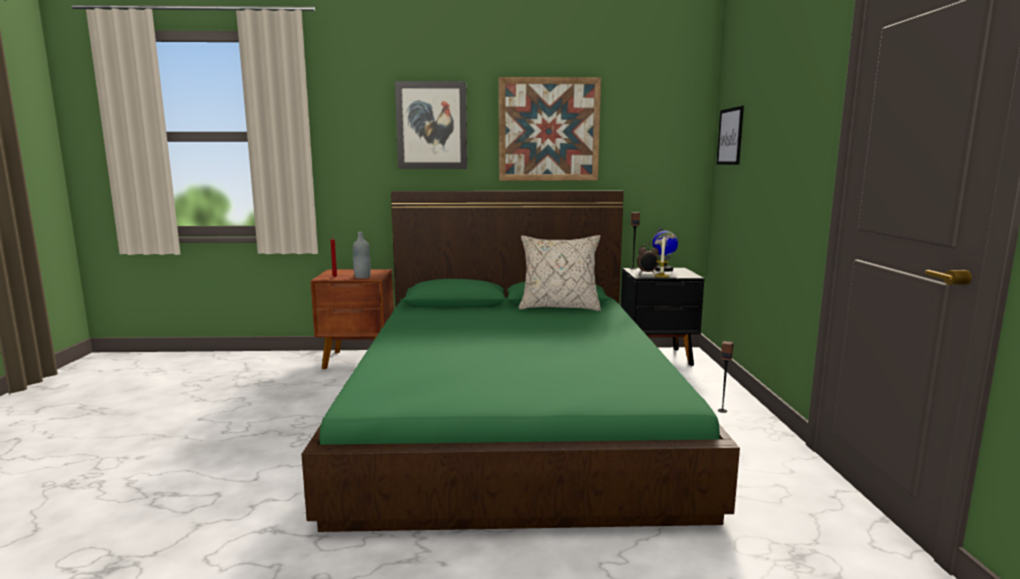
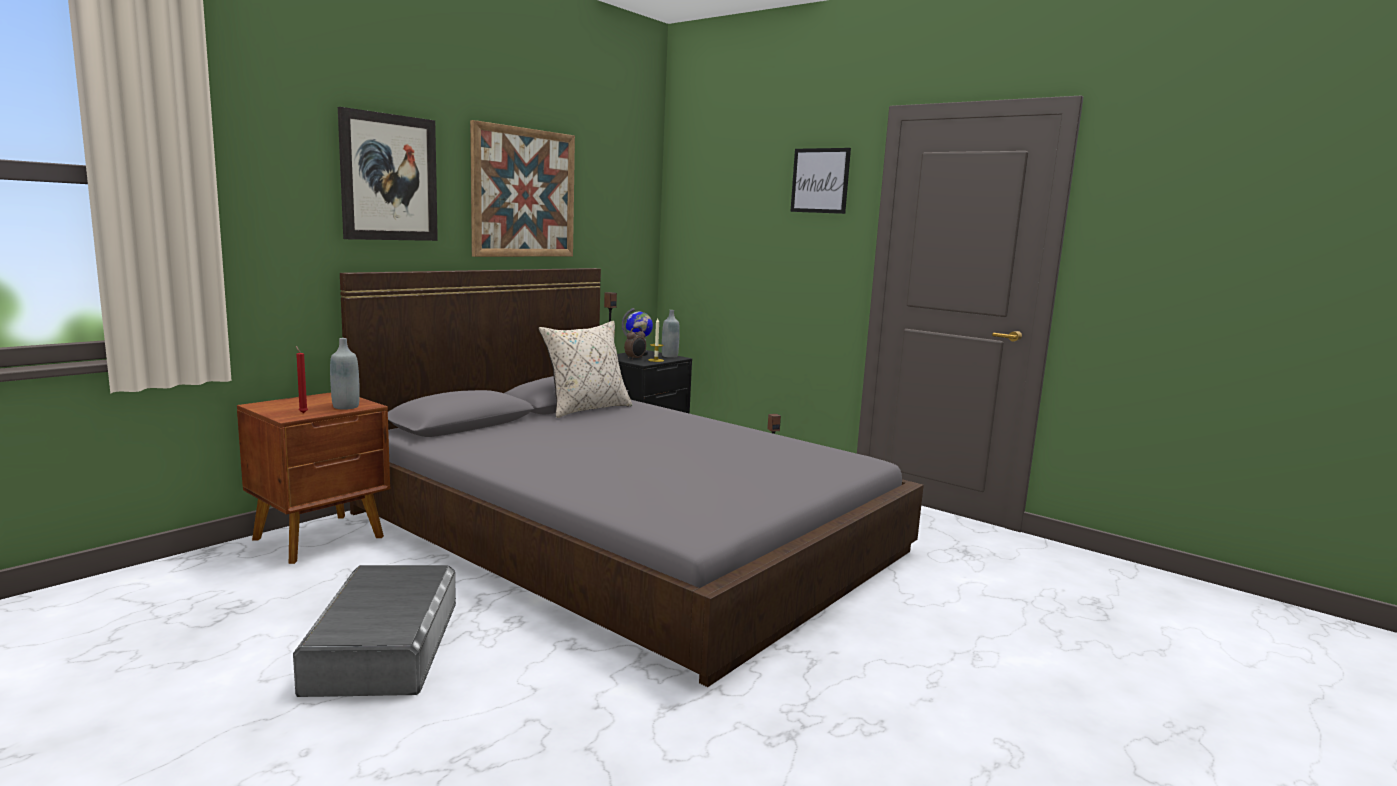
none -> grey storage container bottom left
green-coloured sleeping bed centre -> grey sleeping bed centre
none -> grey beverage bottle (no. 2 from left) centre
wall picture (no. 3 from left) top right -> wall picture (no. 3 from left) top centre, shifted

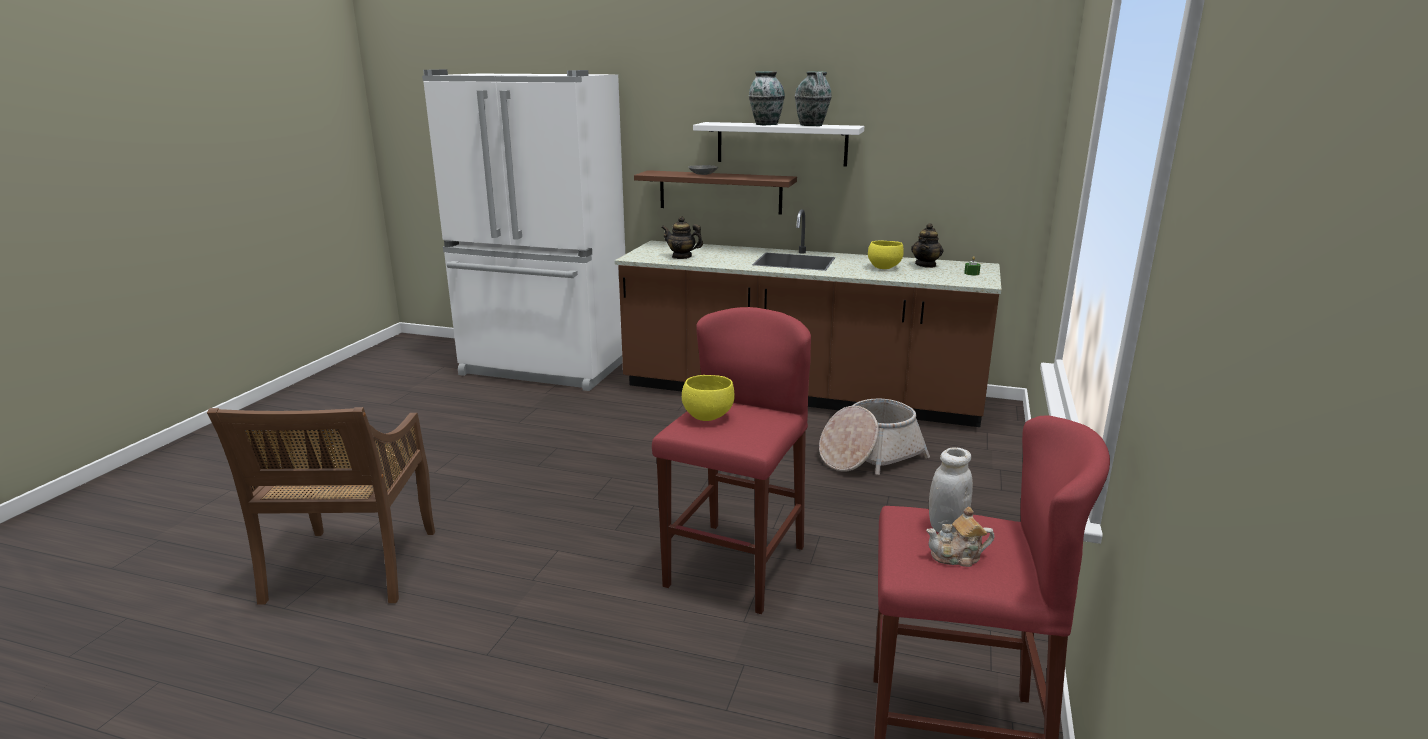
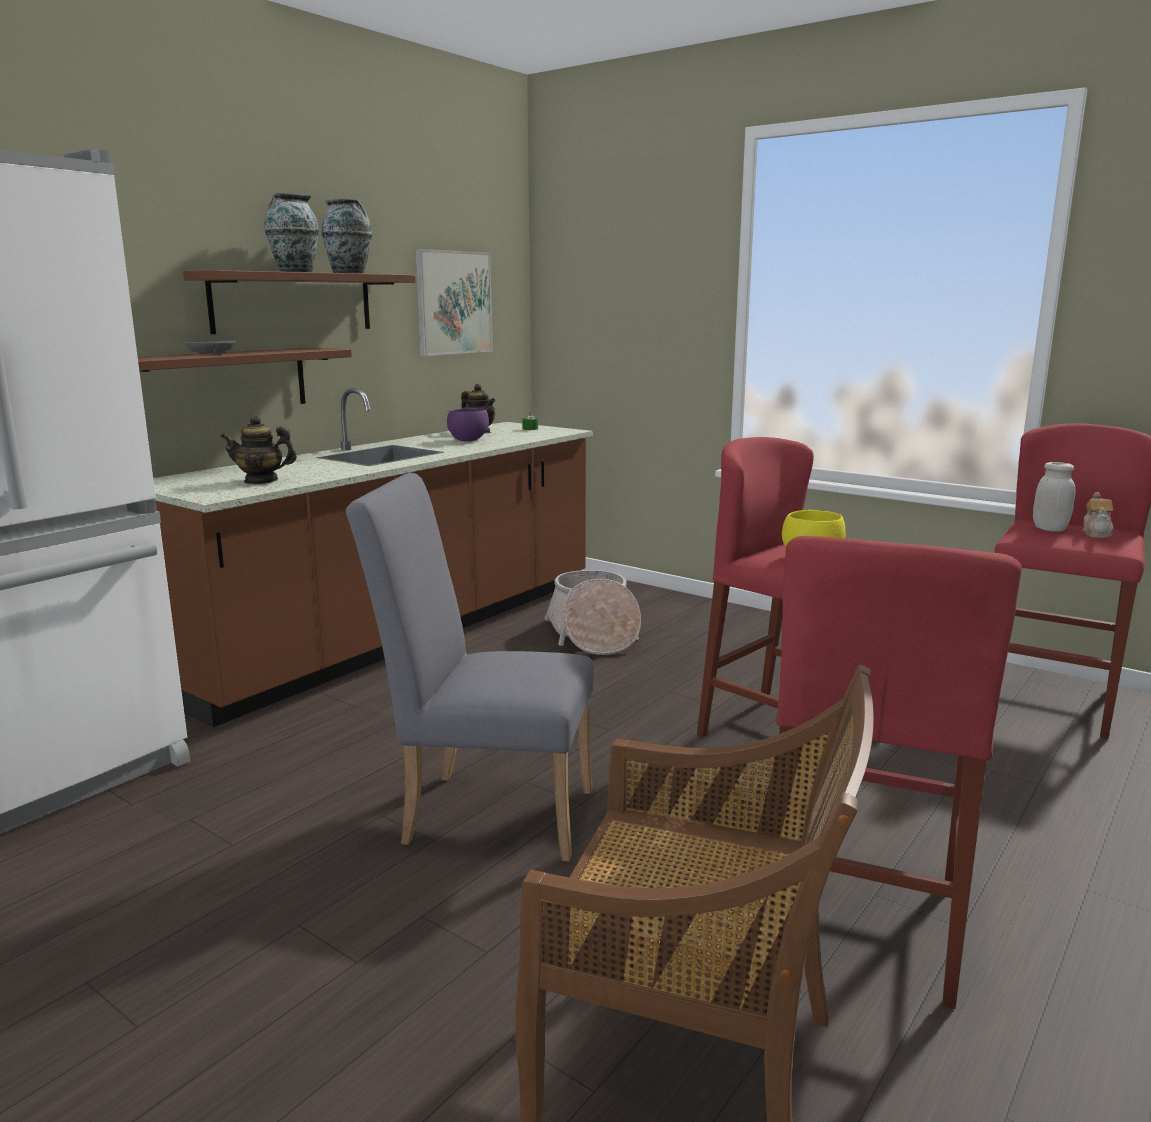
white wall shelf top centre -> brown wall shelf (no. 2 from left) top left
tea pot (no. 1 from left) top centre -> tea pot (no. 1 from left) middle left, 45 degrees clockwise
none -> grey upright chair centre
none -> wall picture top centre
yellowish serving bowl (no. 2 from left) centre -> purple serving bowl centre
none -> reddish stool (no. 2 from left) bottom right

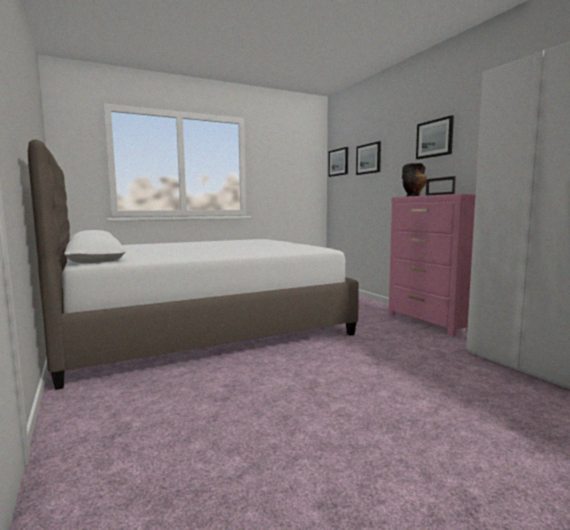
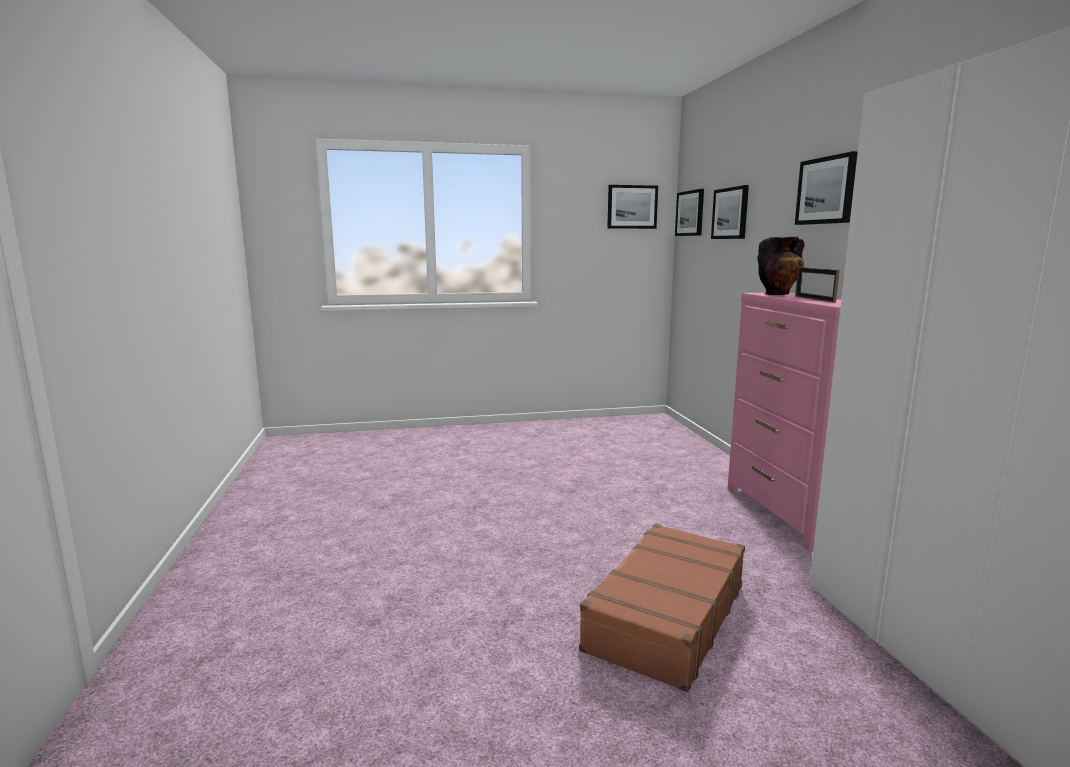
none -> brown suitcase bottom centre
none -> wall picture (no. 1 from left) top centre
white sleeping bed centre -> none

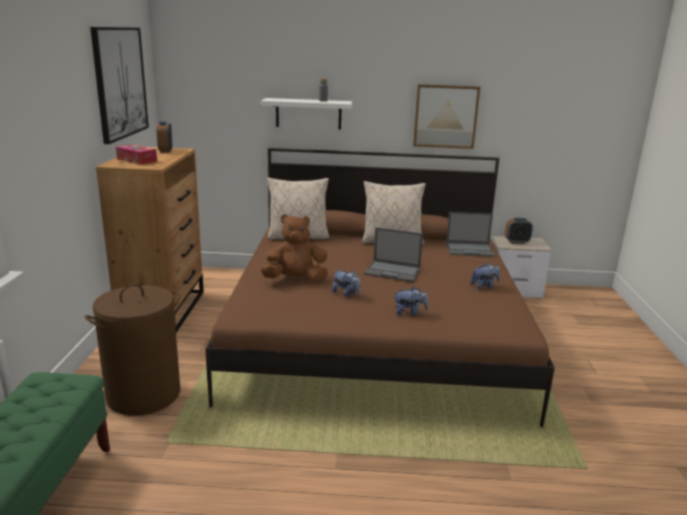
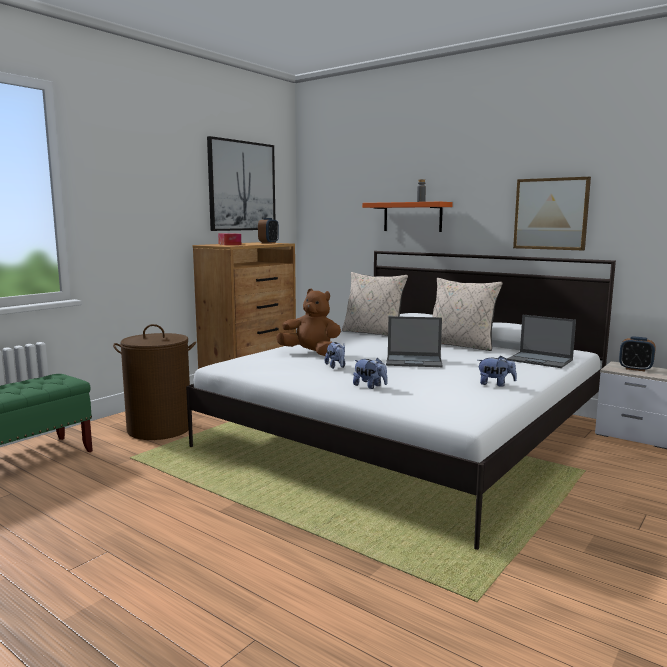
brown sleeping bed centre -> white sleeping bed centre
white wall shelf top centre -> orangey wall shelf top centre
portable computer (no. 1 from left) centre, 45 degrees counterclockwise

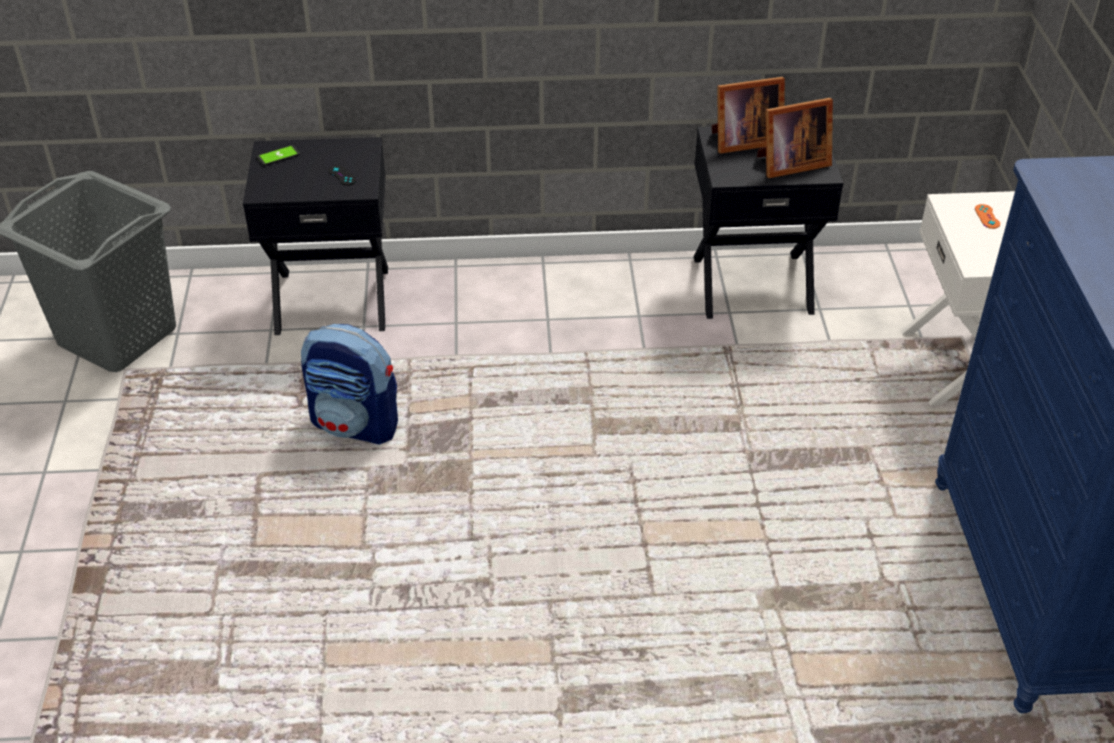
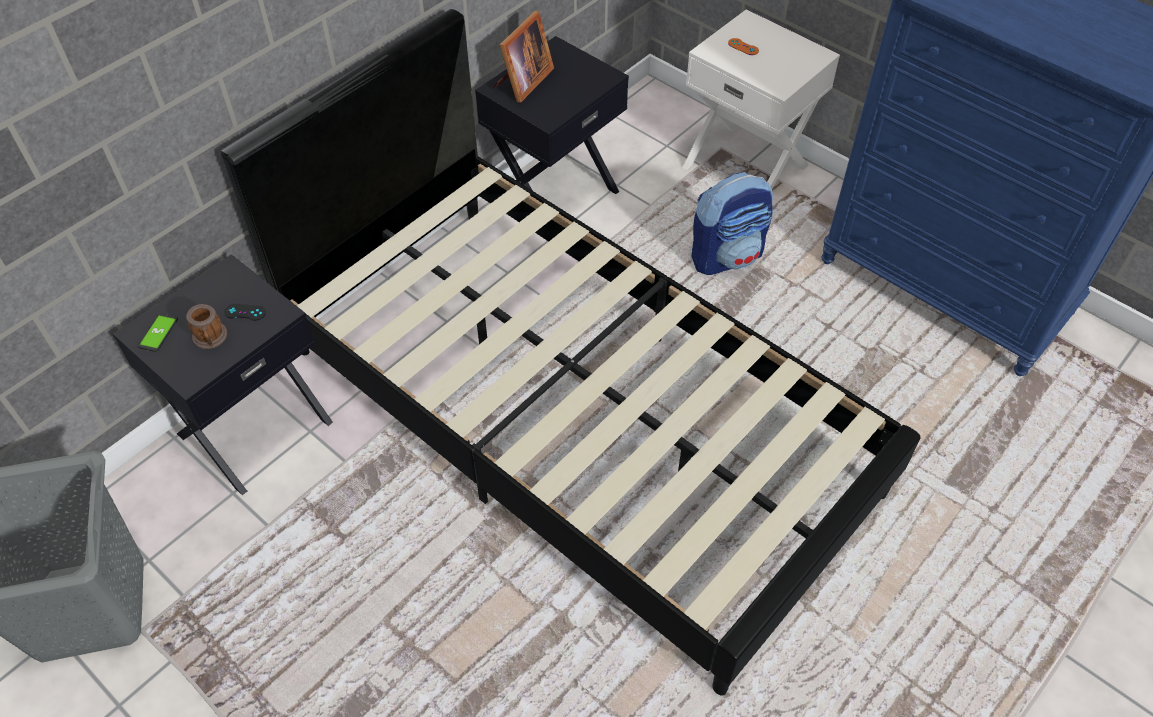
none -> coffee mug middle left
none -> black-coloured sleeping bed centre
rucksack middle left -> rucksack top centre, shifted
photo frame (no. 2 from left) top right -> none

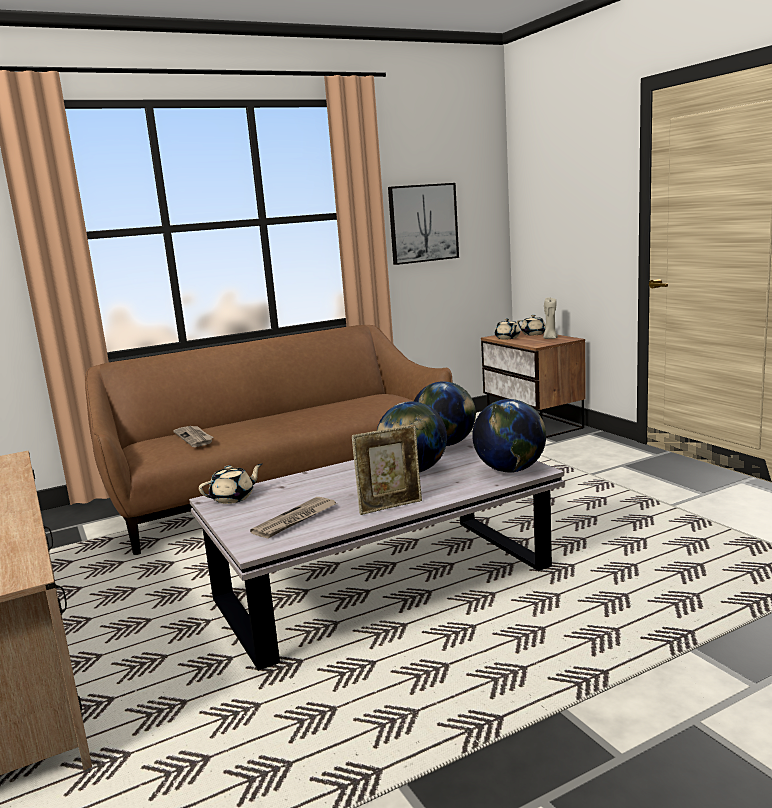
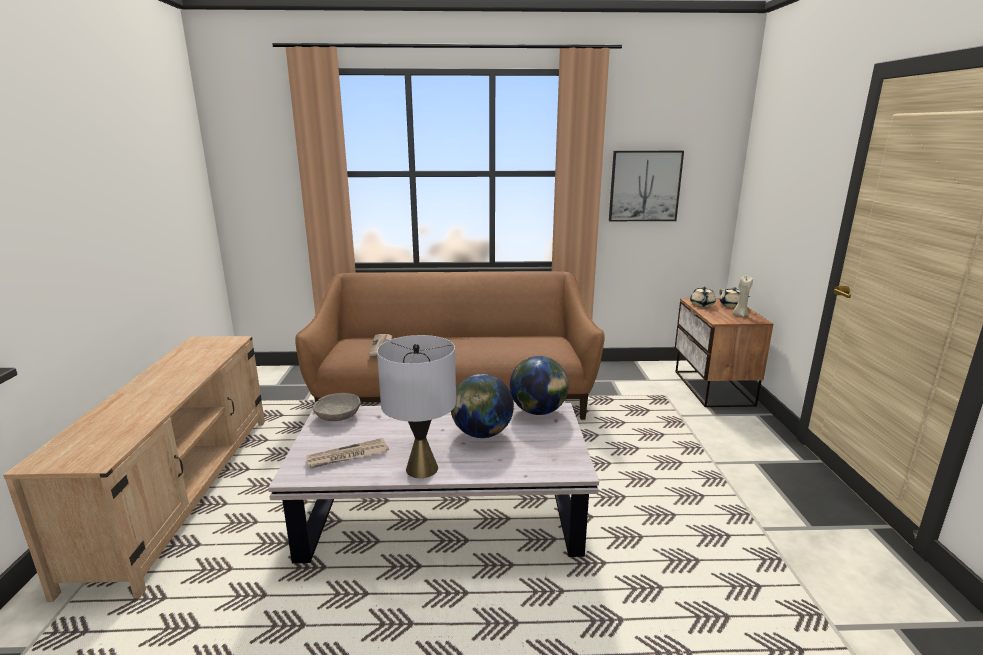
sand-coloured tea pot (no. 1 from left) middle left -> grey serving bowl centre
photo frame centre -> grey lamp for a table centre
desk globe (no. 3 from left) centre -> none

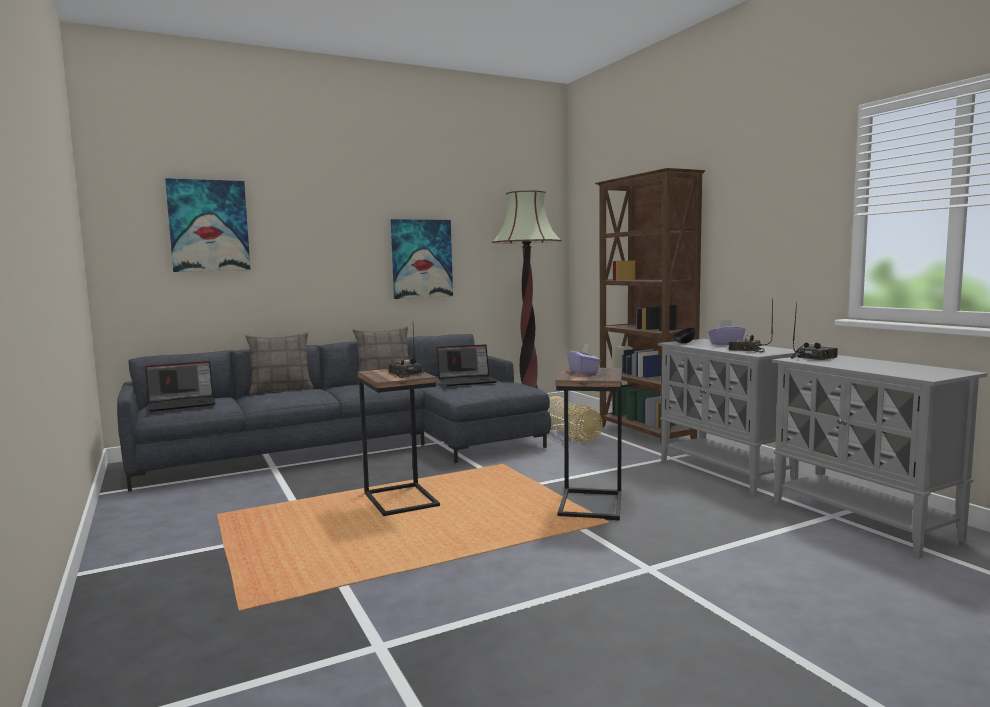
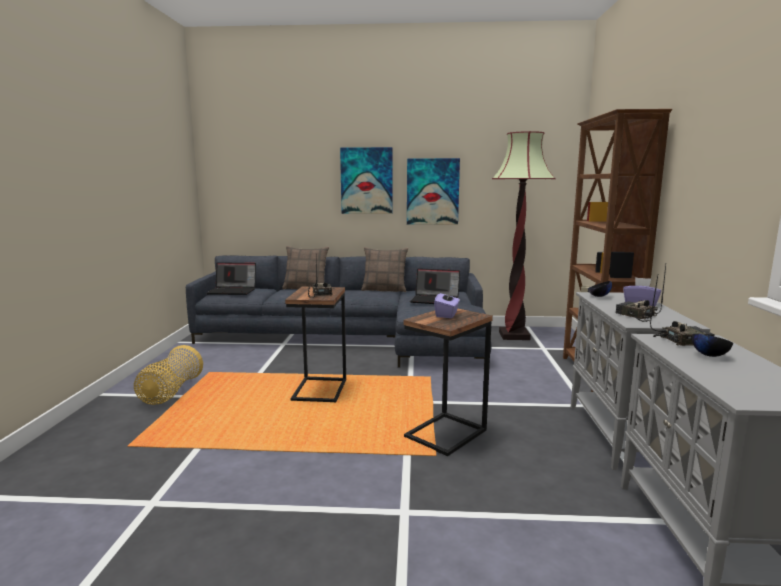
basket centre -> basket middle left, shifted
wall picture (no. 1 from left) top left -> wall picture (no. 1 from left) top centre, shifted
none -> black-coloured serving bowl (no. 2 from left) middle right

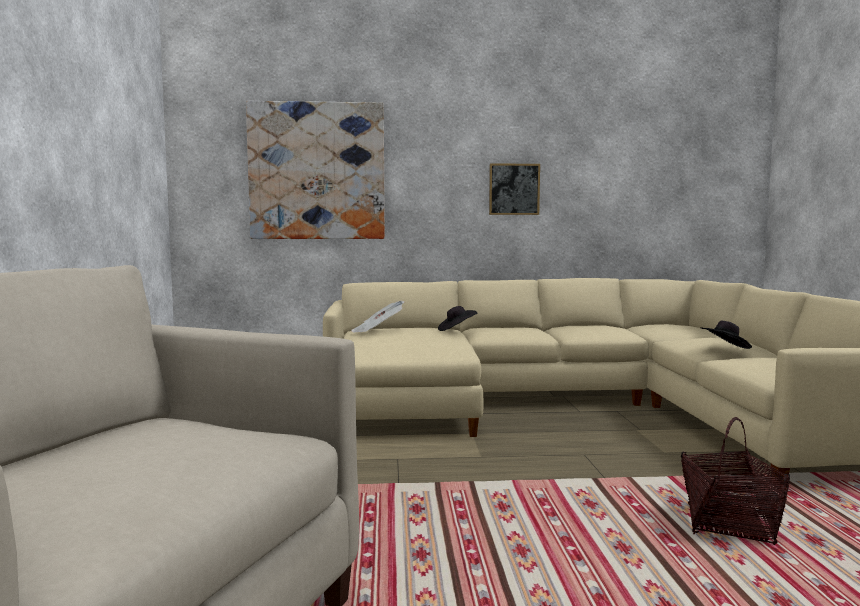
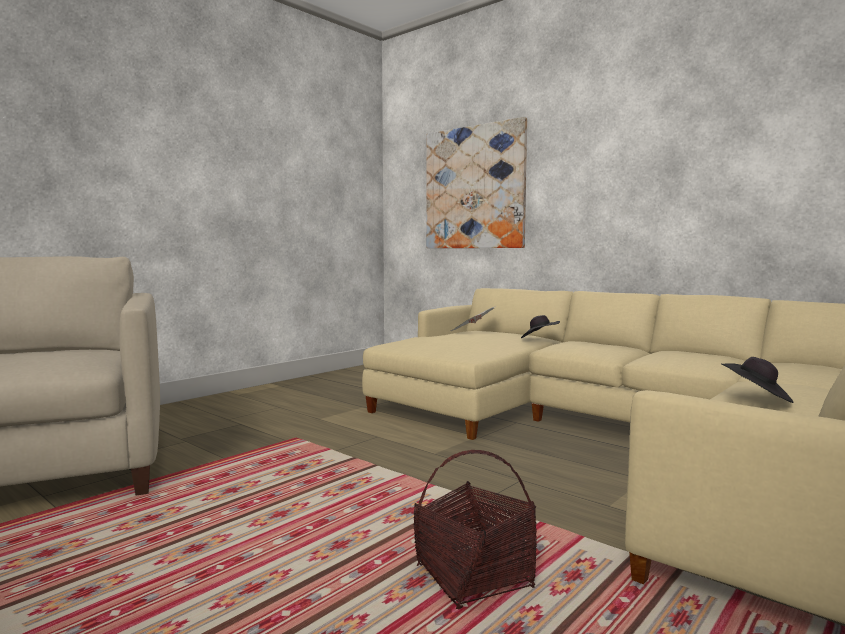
wall picture (no. 2 from left) top centre -> none

